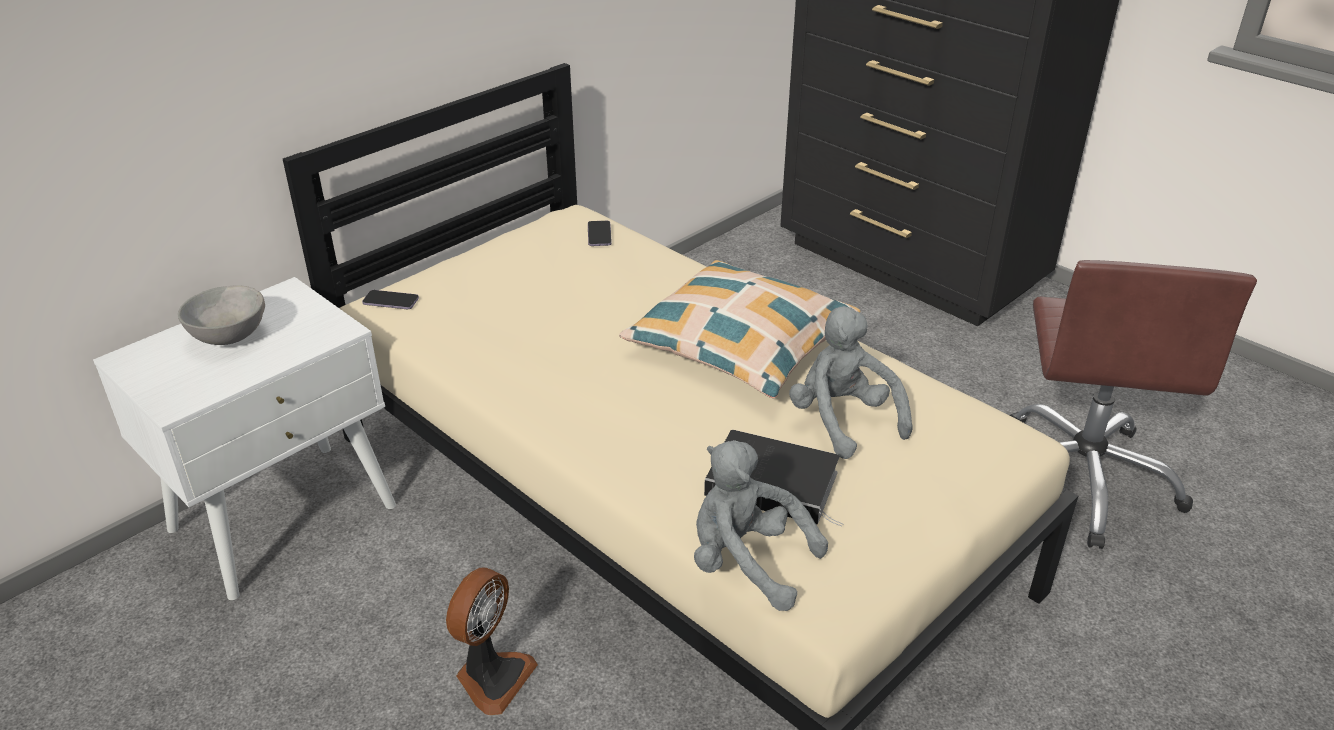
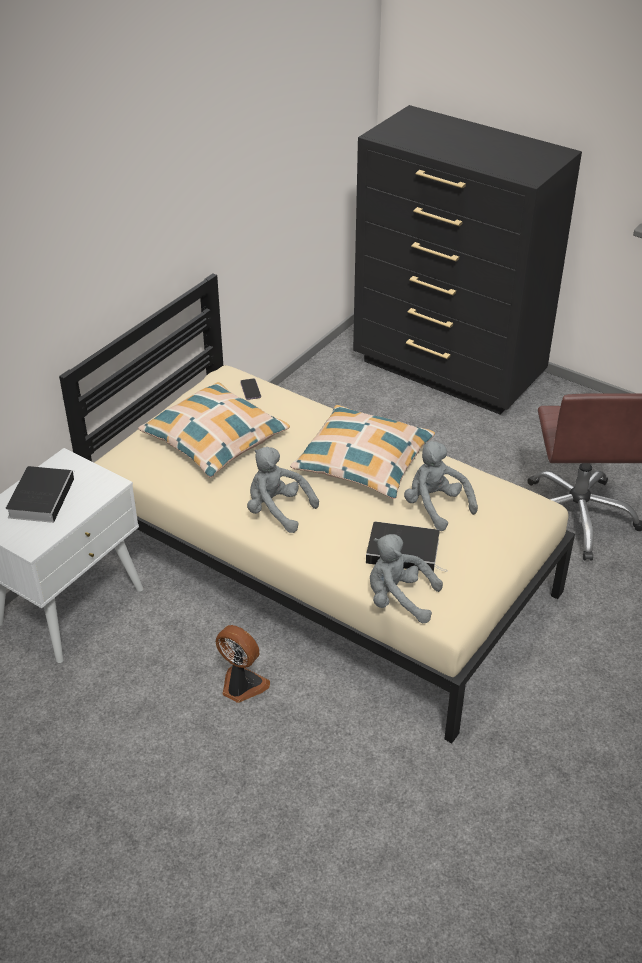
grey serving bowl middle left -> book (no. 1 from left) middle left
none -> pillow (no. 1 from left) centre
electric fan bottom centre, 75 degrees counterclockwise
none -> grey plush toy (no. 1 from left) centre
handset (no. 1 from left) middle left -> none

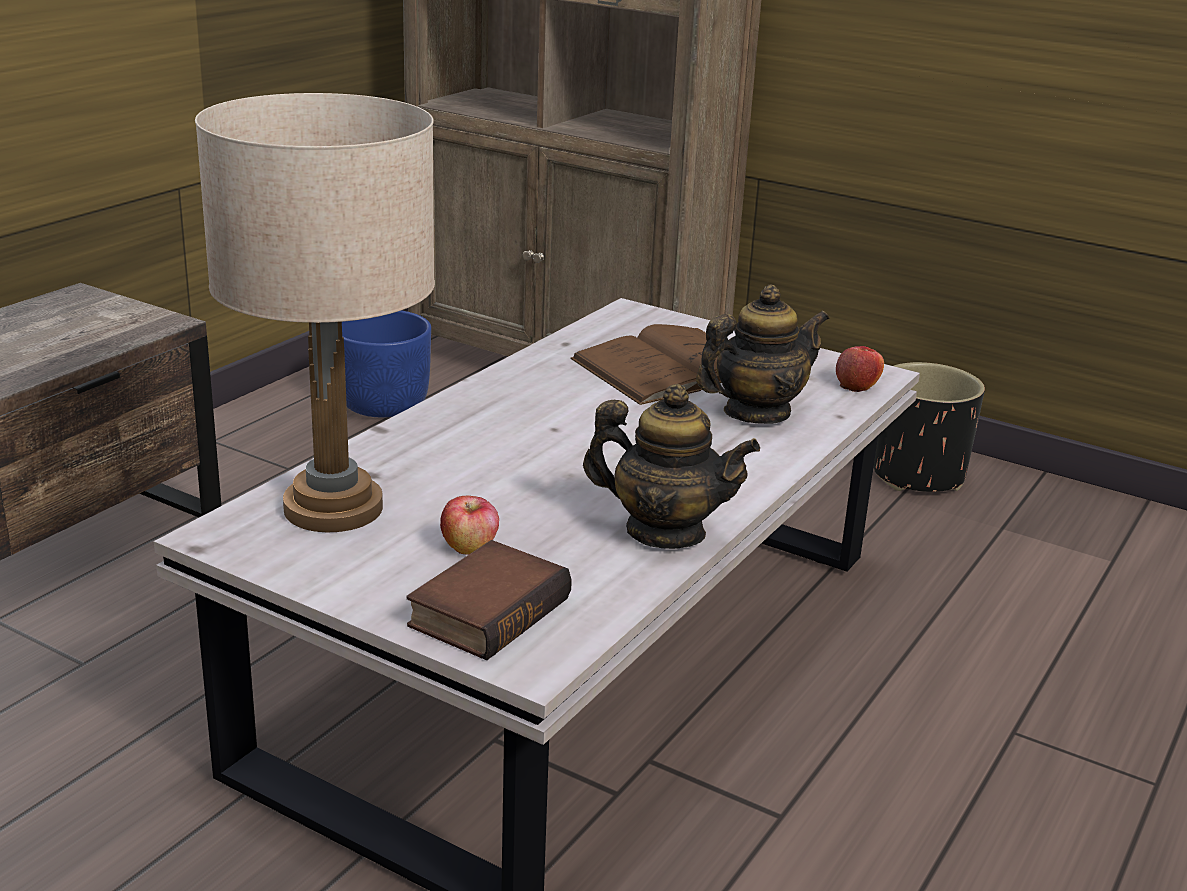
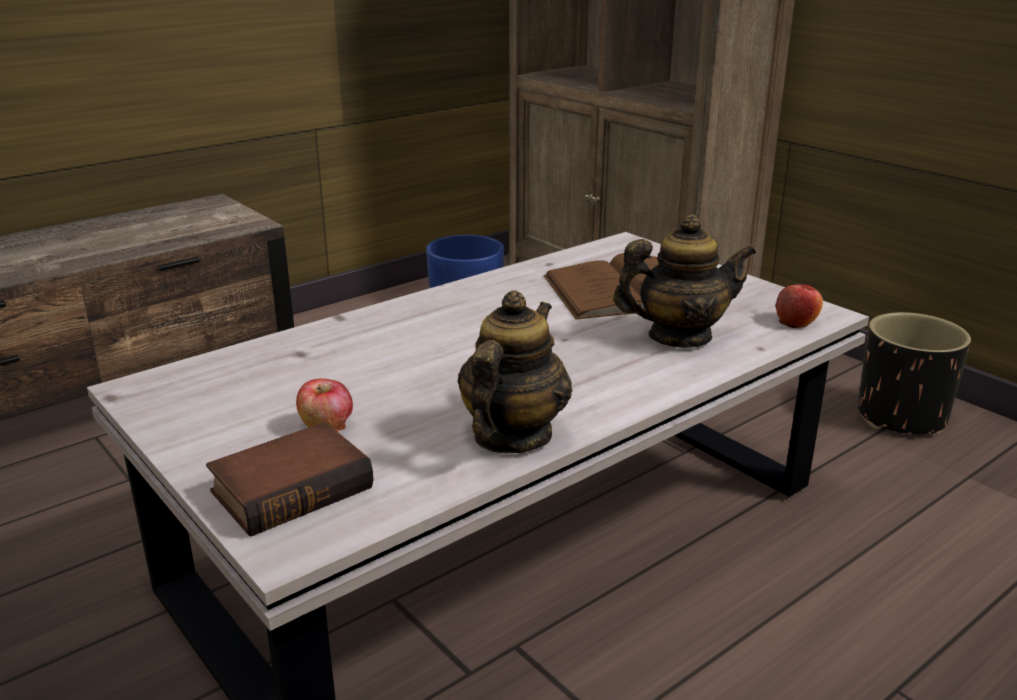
tea pot (no. 1 from left) centre, 105 degrees counterclockwise
sand-coloured lamp for a table middle left -> none

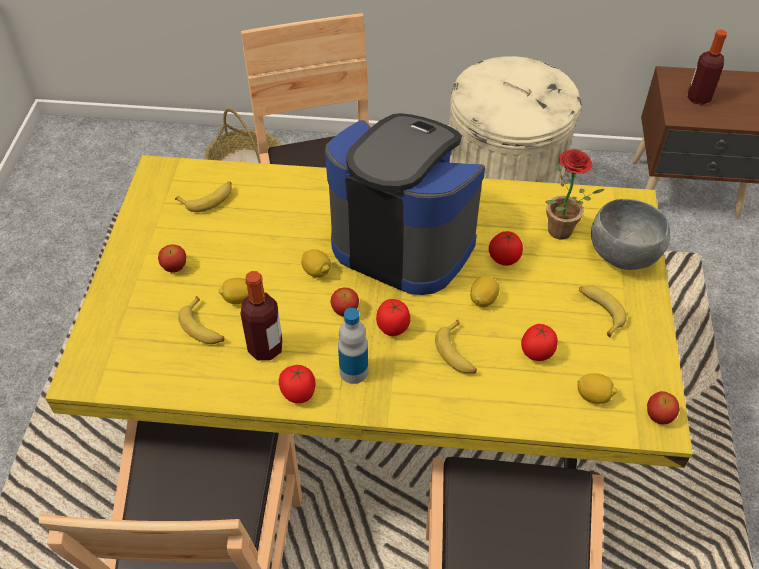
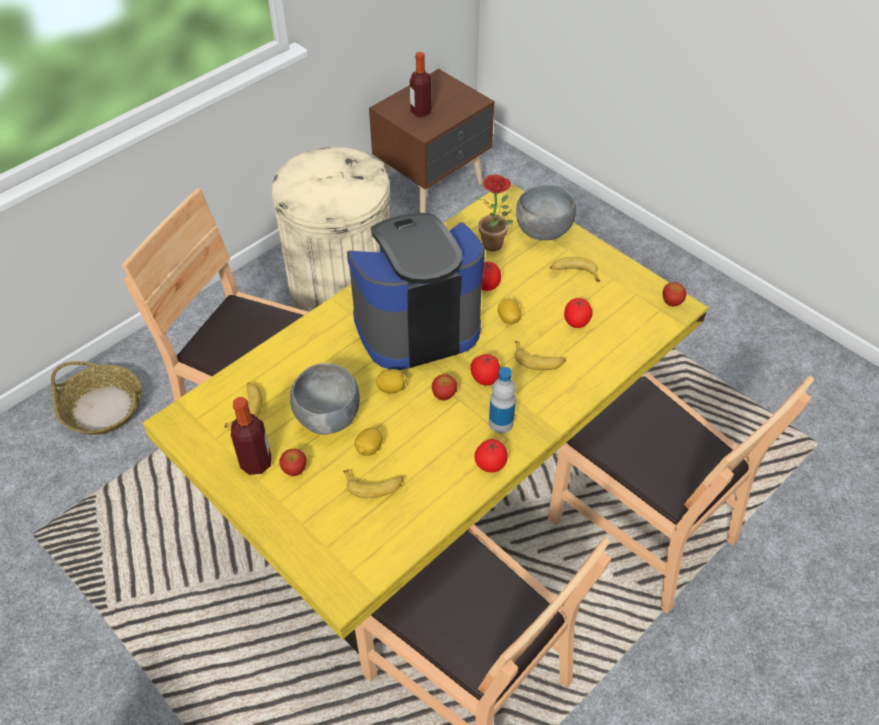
beverage bottle (no. 1 from left) centre -> beverage bottle (no. 1 from left) middle left, shifted
none -> grey serving bowl (no. 1 from left) centre
citrus fruit (no. 4 from left) bottom right -> none

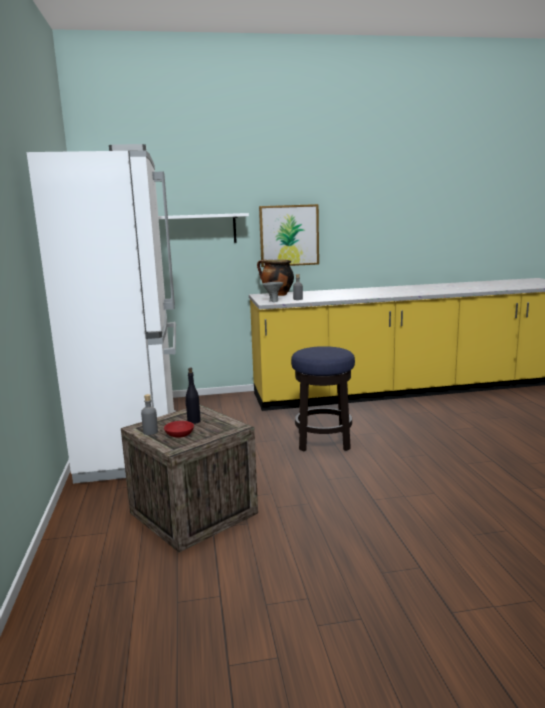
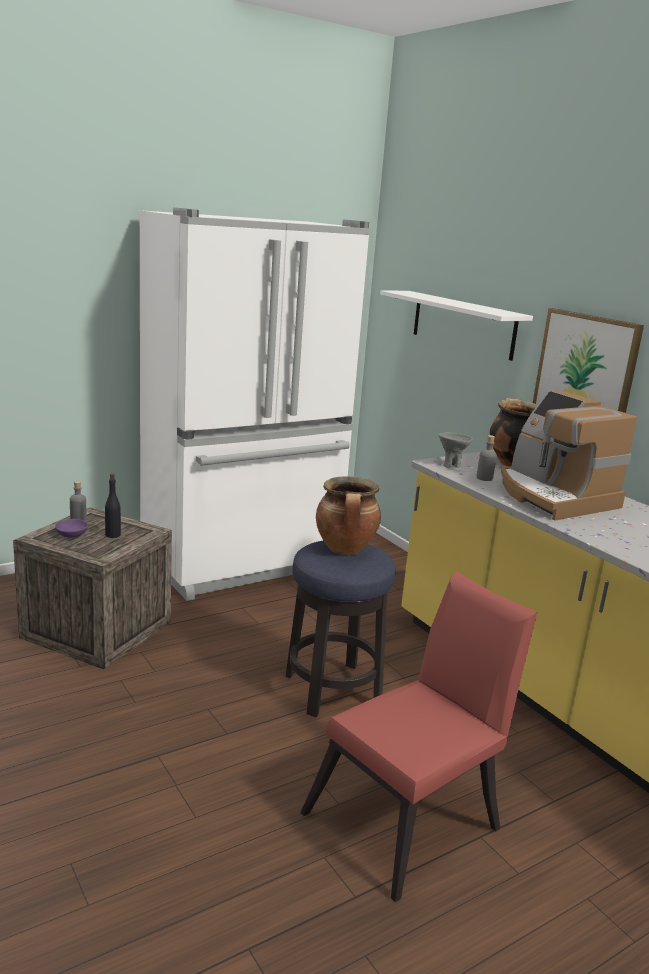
reddish serving bowl middle left -> purple serving bowl middle left
none -> reddish upright chair bottom centre
none -> cooking pot (no. 1 from left) centre
none -> coffee brewer middle right

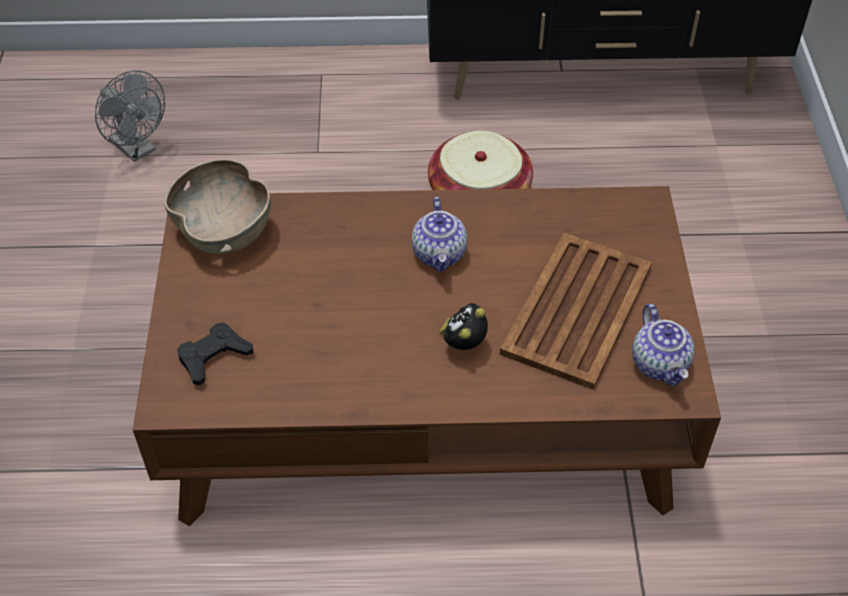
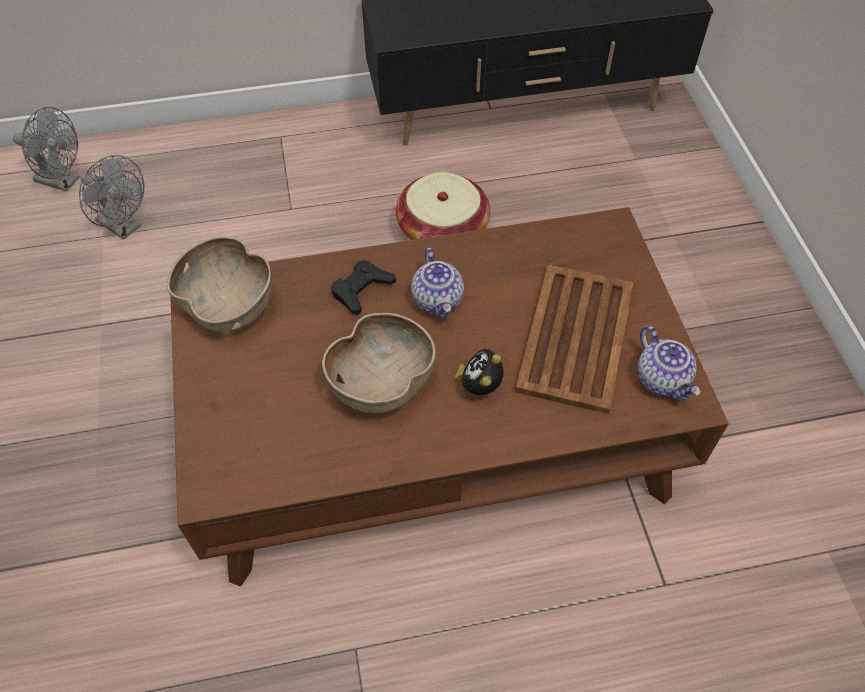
none -> grey electric fan (no. 1 from left) top left
none -> brown serving bowl (no. 2 from left) centre
black-coloured game controller middle left -> black-coloured game controller centre, shifted

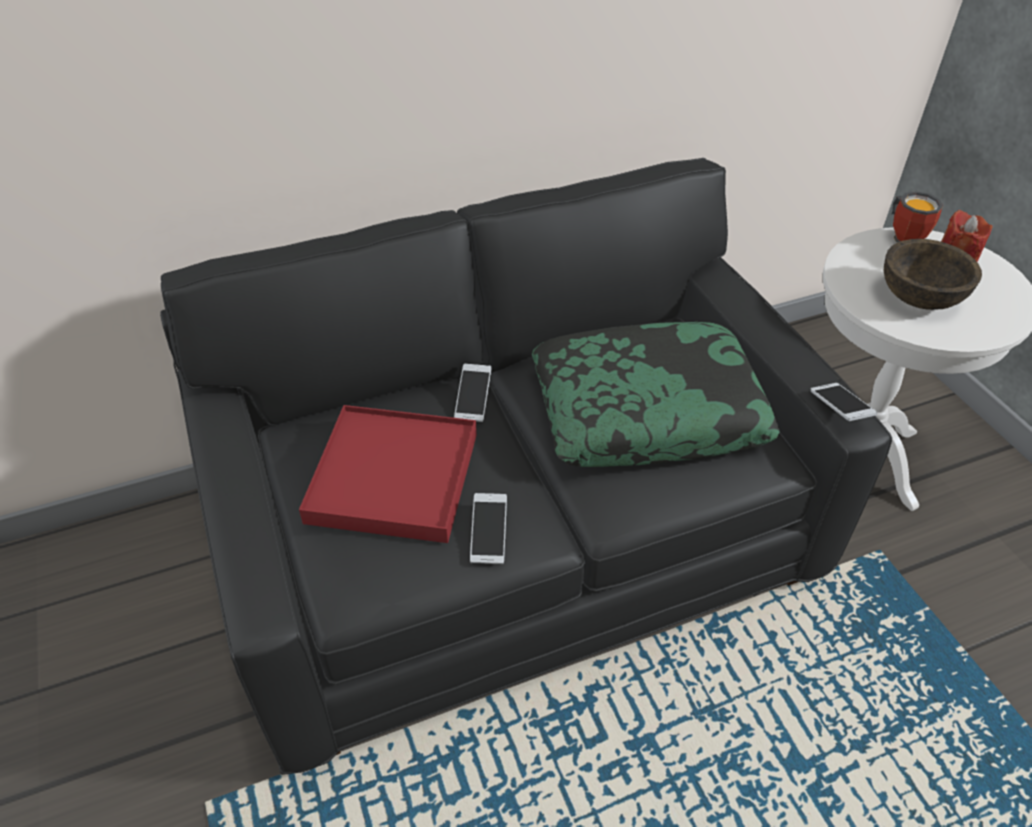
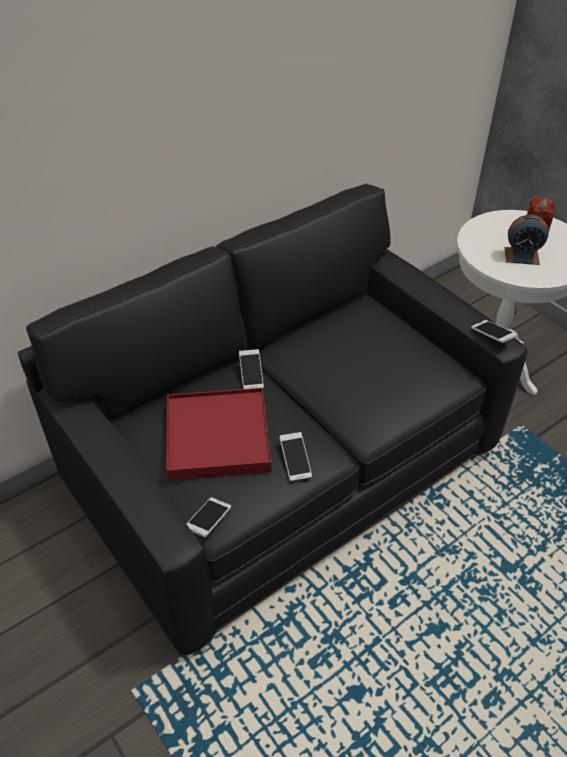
none -> handset (no. 1 from left) bottom centre
brown serving bowl top right -> alarm clock top right
pillow centre -> none
coffee mug top right -> none

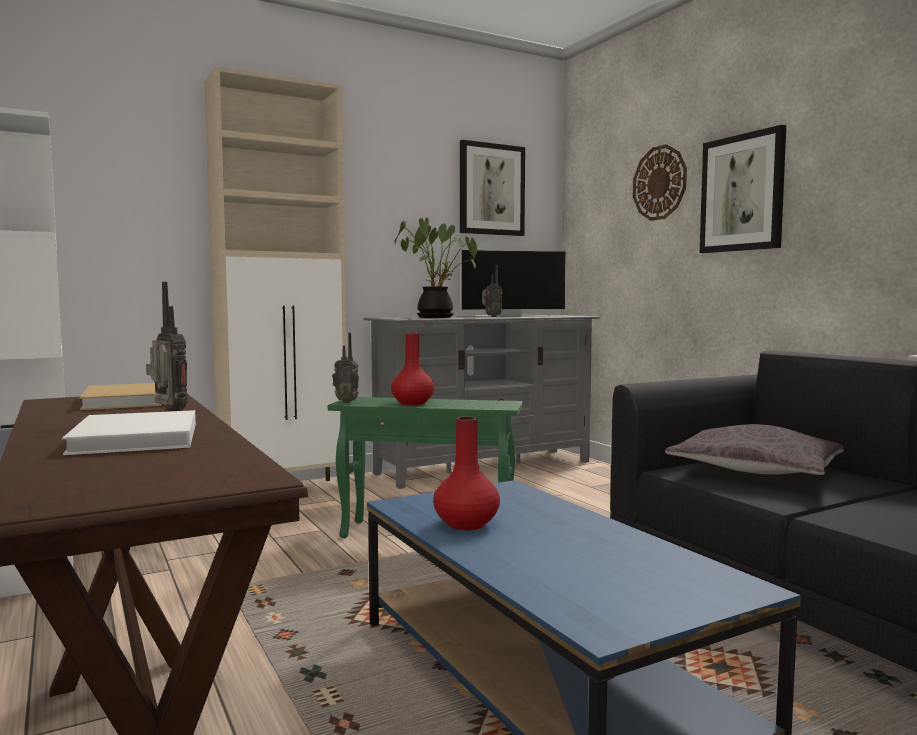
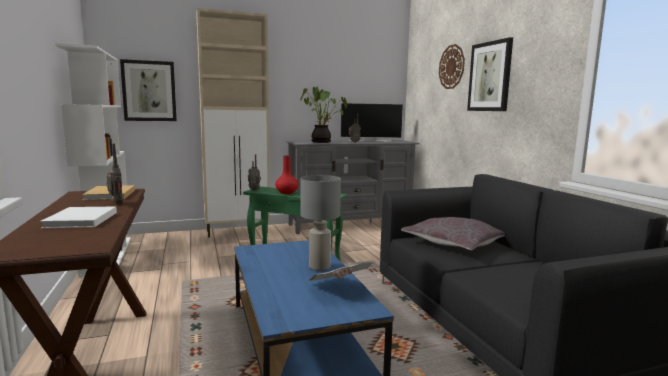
wall picture (no. 1 from left) top centre -> wall picture (no. 1 from left) top left, shifted
none -> grey lamp for a table centre
none -> printed paper bottom centre
reddish flower vase (no. 2 from left) centre -> none

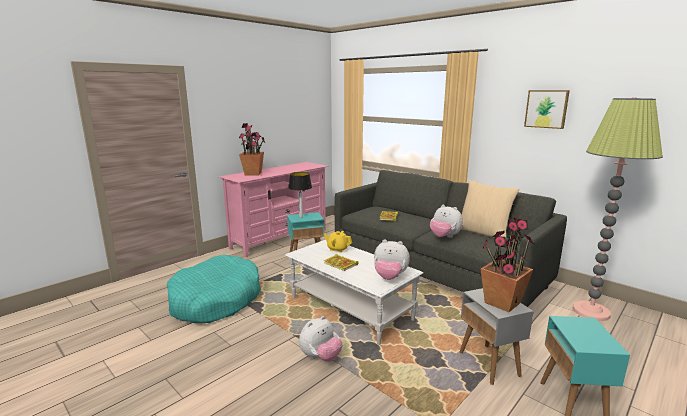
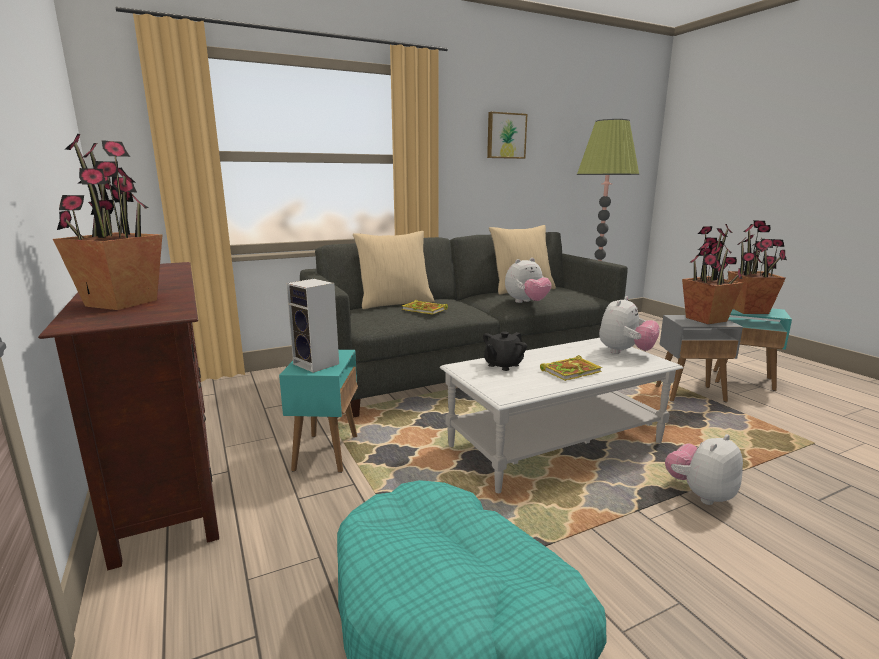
pink-coloured media console centre -> brown media console middle left
lamp for a table centre -> audio speaker centre
none -> sand-coloured pillow (no. 1 from left) centre
yellowish tea pot centre -> black-coloured tea pot centre
plush toy (no. 1 from left in the first image) bottom centre -> plush toy (no. 3 from left) bottom right, 105 degrees counterclockwise
none -> houseplant (no. 3 from left) middle right

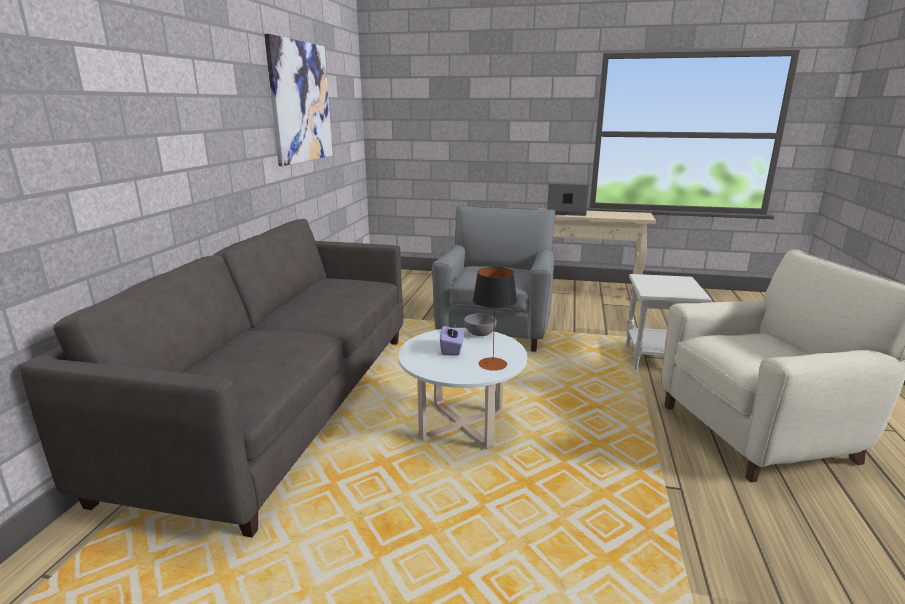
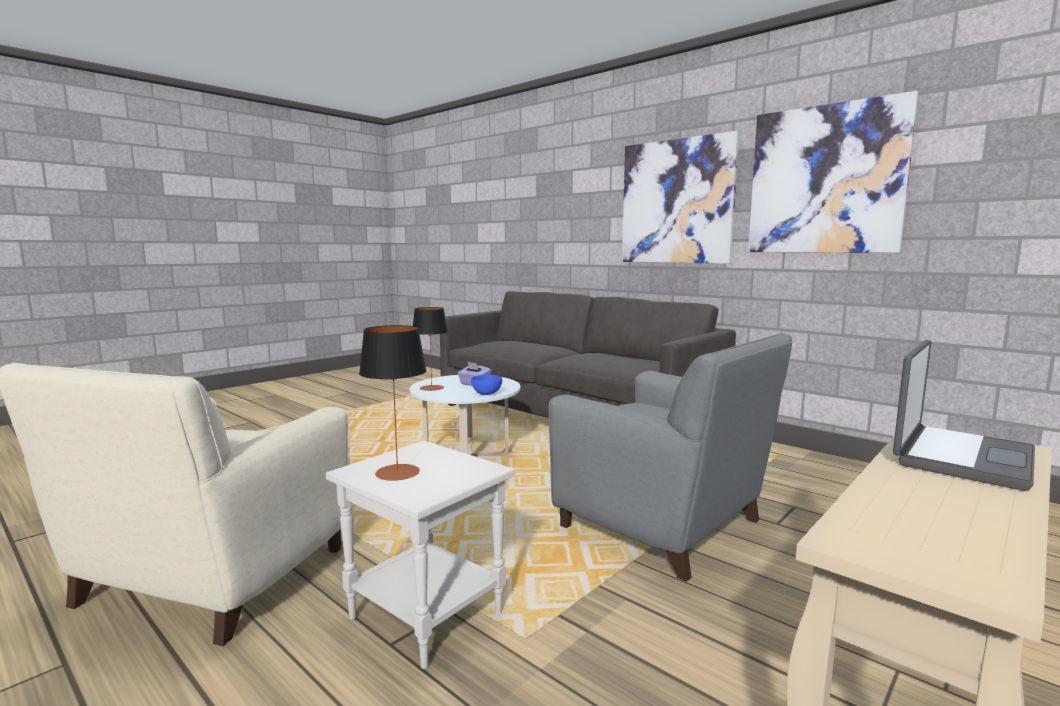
none -> lamp for a table (no. 1 from left) centre
grey serving bowl centre -> bluish serving bowl centre
none -> wall picture (no. 1 from left) top centre

